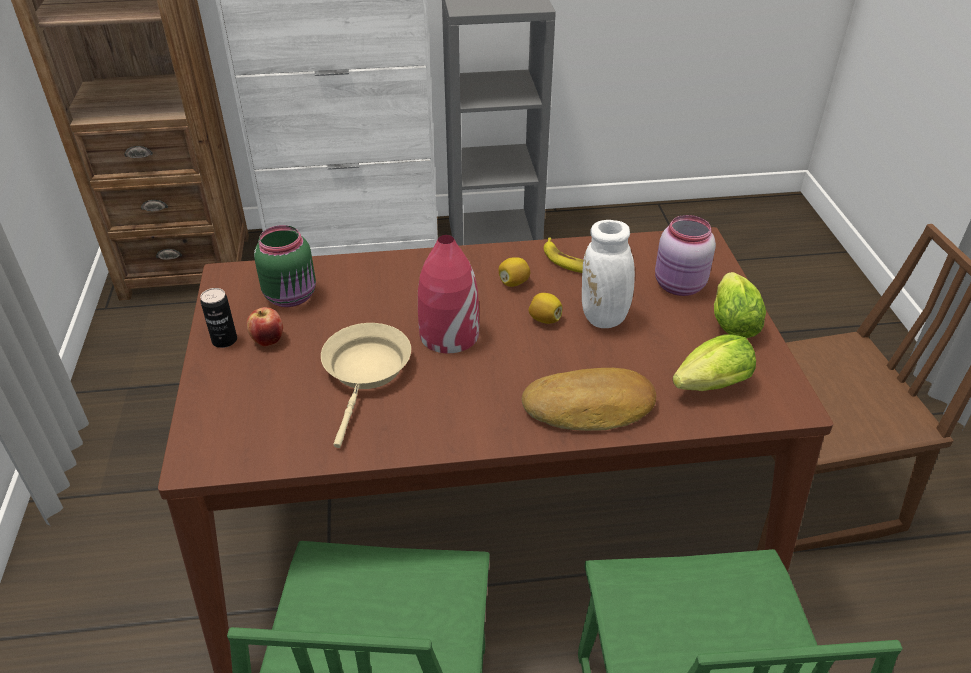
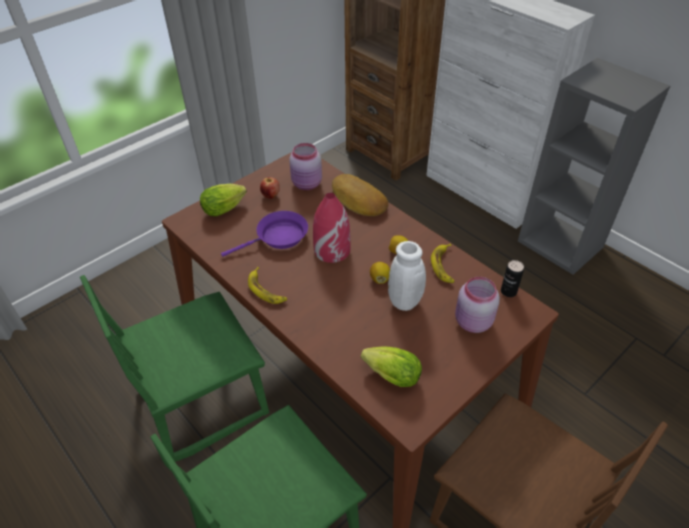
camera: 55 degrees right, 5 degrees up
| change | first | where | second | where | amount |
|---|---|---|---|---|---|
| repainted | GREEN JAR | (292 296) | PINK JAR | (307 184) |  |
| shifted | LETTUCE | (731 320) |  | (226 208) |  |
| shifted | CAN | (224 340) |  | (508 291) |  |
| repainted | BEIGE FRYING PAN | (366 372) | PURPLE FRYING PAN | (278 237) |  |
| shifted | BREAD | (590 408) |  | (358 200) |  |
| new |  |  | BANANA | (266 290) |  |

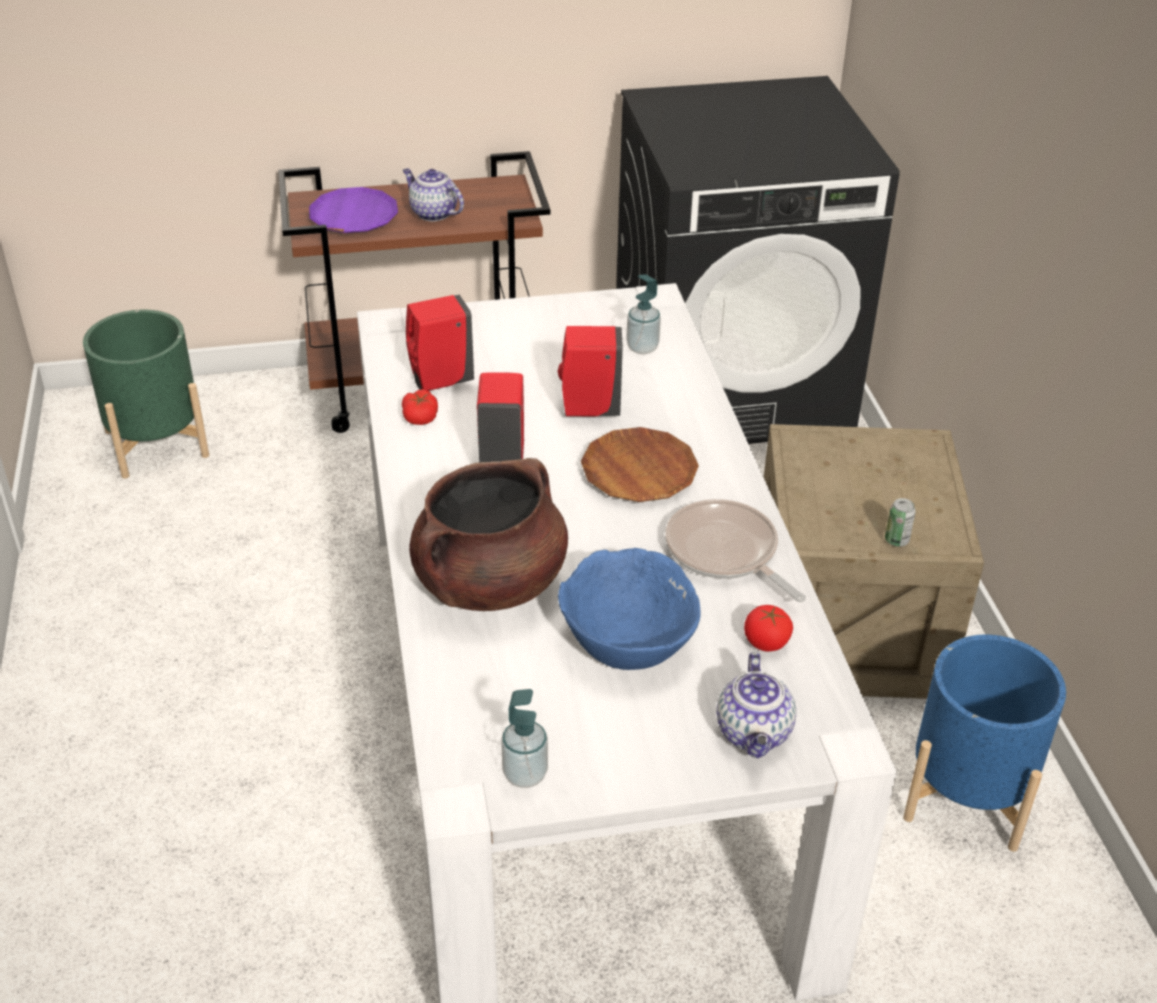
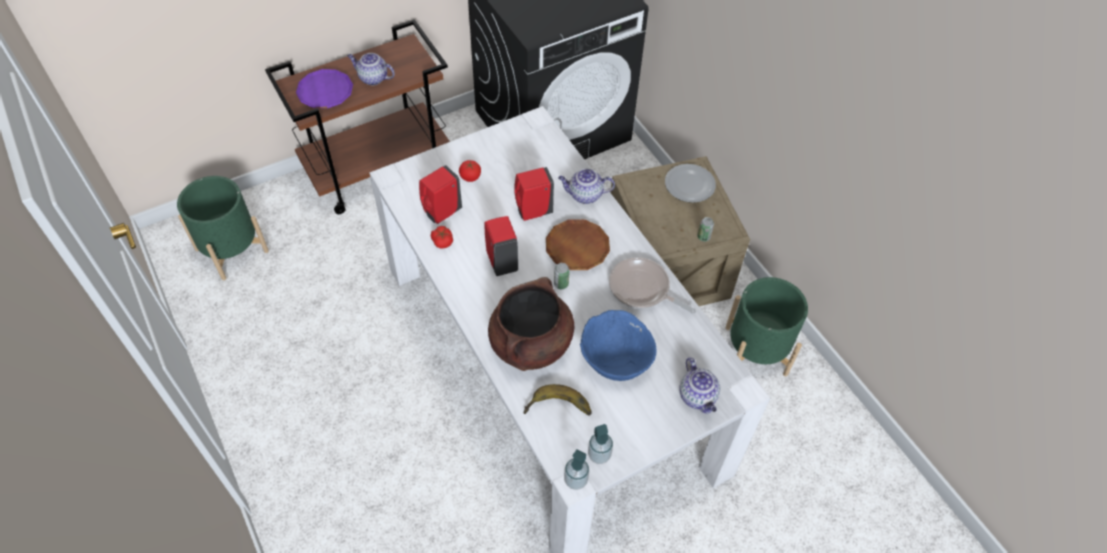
camera: 20 degrees left, 15 degrees up
| change | first | where | second | where | amount |
|---|---|---|---|---|---|
| shifted | SOAP DISPENSER | (642 347) |  | (575 480) |  |
| shifted | TOMATO | (766 642) |  | (470 177) |  |
| repainted | BLUE PLANTER | (967 794) | GREEN PLANTER | (756 350) |  |
| new |  |  | PLATE | (690 185) |  |
| new |  |  | TEAPOT | (584 195) |  |
| new |  |  | CAN | (561 284) |  |
| new |  |  | BANANA | (558 410) |  |

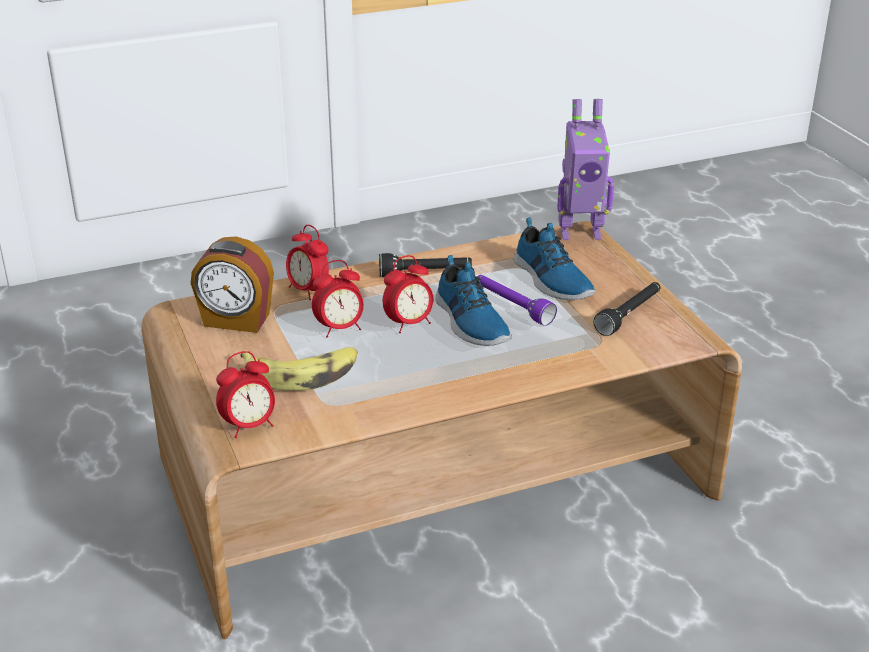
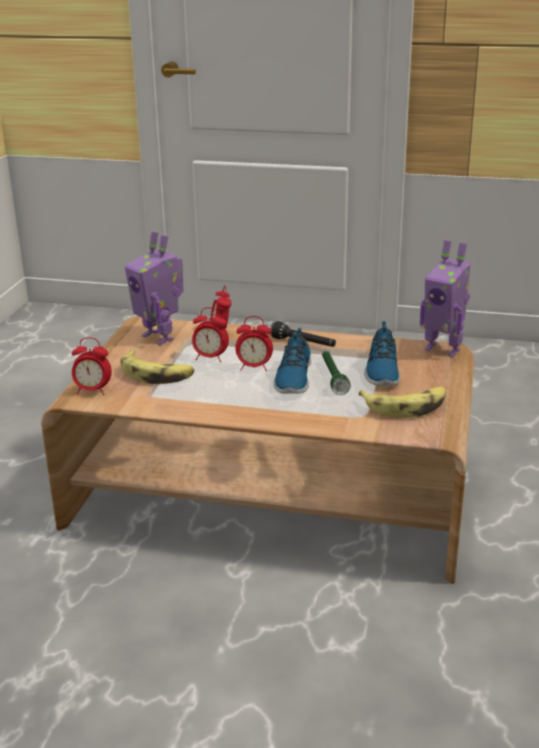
camera: 35 degrees right, 5 degrees down
| change | first | where | second | where | amount |
|---|---|---|---|---|---|
| swapped | ALARM CLOCK | (236 321) | TOY ROBOT | (159 337) |  |
| repainted | PURPLE FLASHLIGHT | (512 306) | GREEN FLASHLIGHT | (333 378) |  |
| swapped | BLACK FLASHLIGHT | (629 315) | BANANA | (406 406) |  |

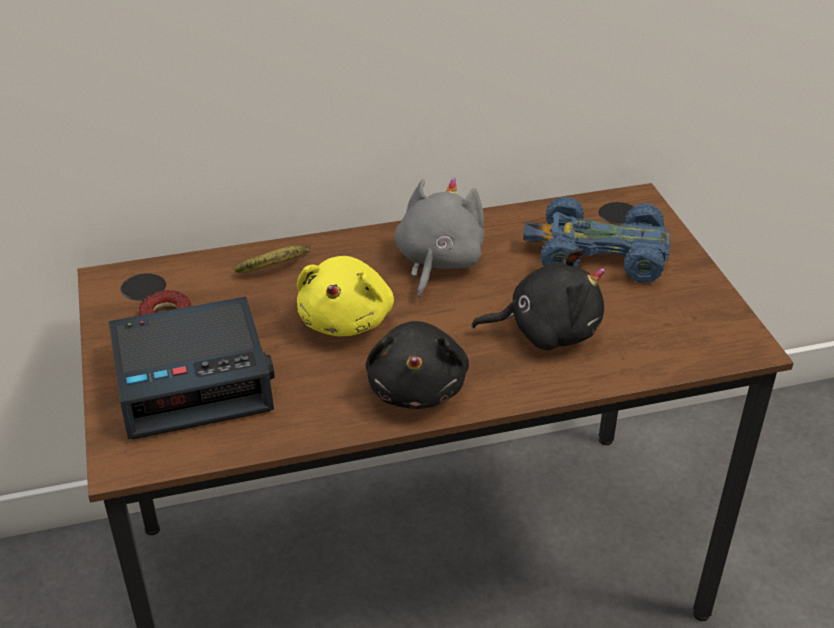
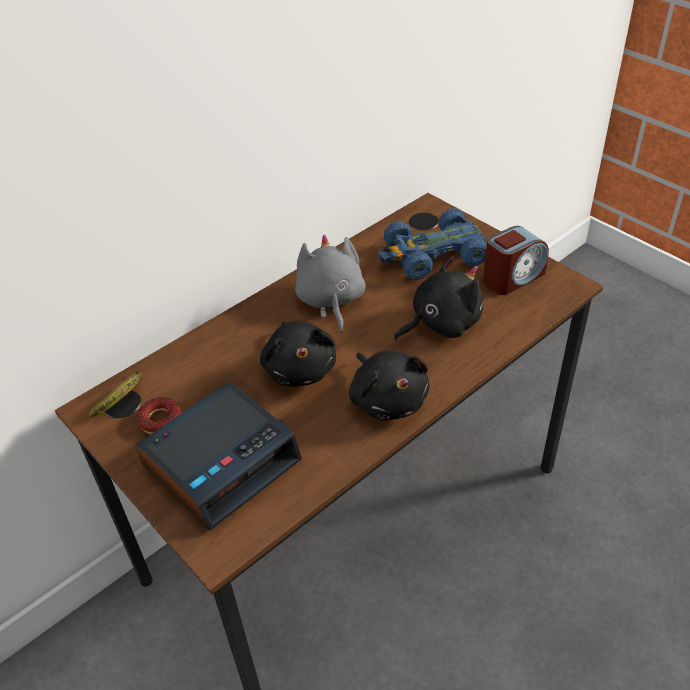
camera: 25 degrees left, 5 degrees up
| change | first | where | second | where | amount |
|---|---|---|---|---|---|
| shifted | BANANA | (277 267) |  | (122 399) |  |
| repainted | YELLOW PLUSH TOY | (347 319) | BLACK PLUSH TOY | (300 368) |  |
| new |  |  | ALARM CLOCK | (512 277) |  |

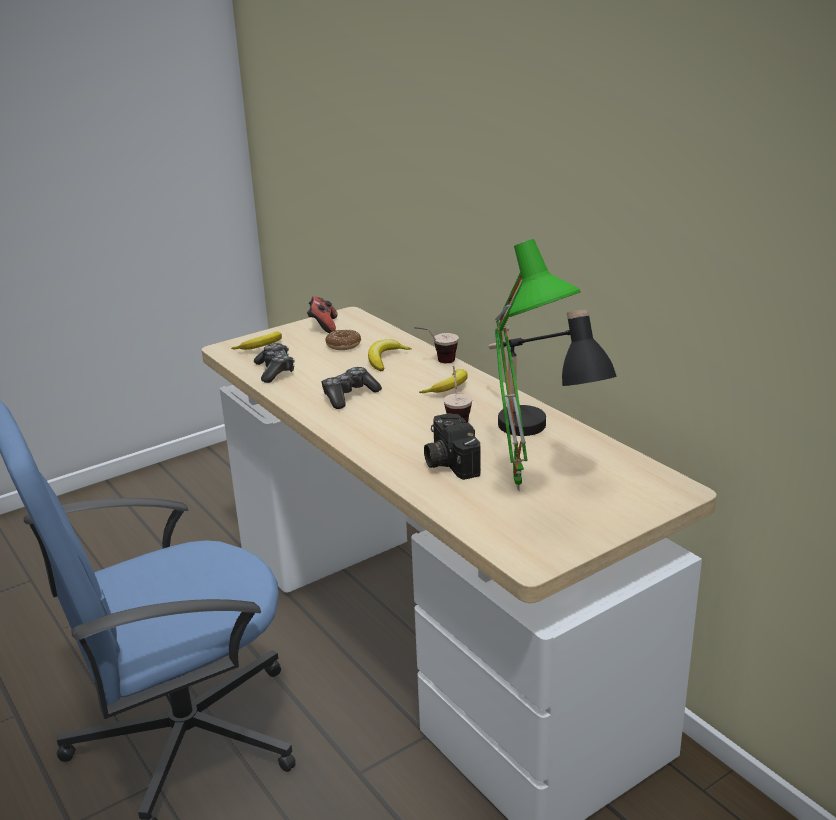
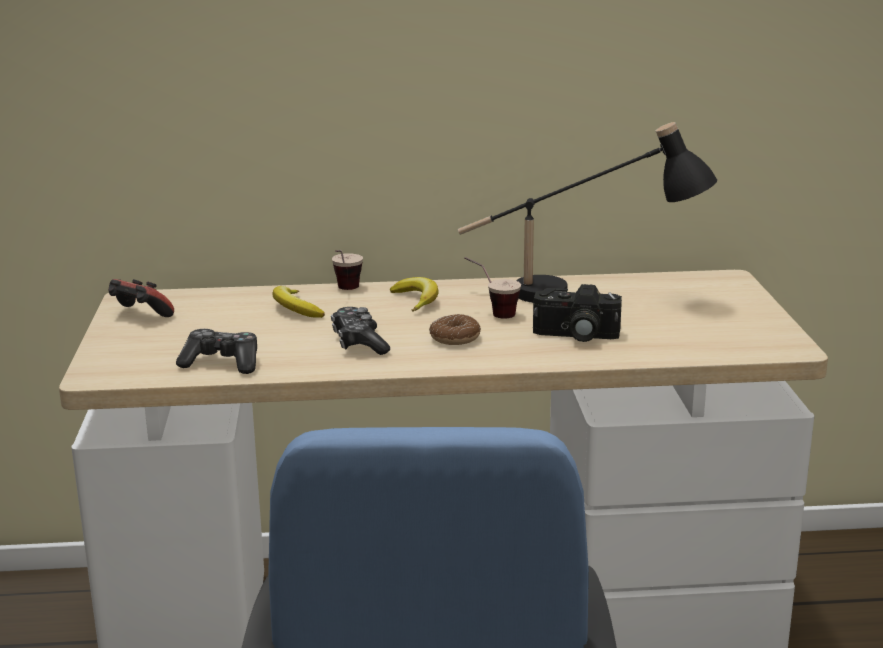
camera: 60 degrees left, 5 degrees down
| change | first | where | second | where | amount |
|---|---|---|---|---|---|
| gone | GREEN TABLE LAMP | (523 488) |  |  |  |
| shifted | DONUT | (343 345) |  | (455 338) |  |
| gone | BANANA | (261 347) |  |  |  |

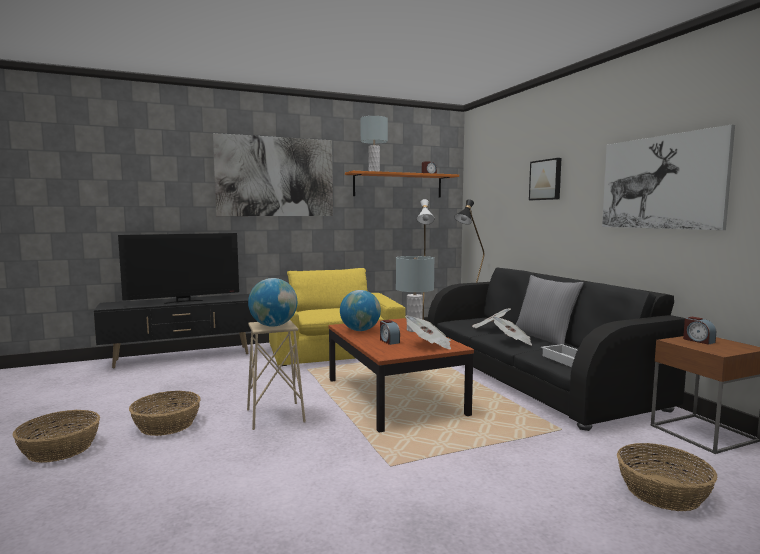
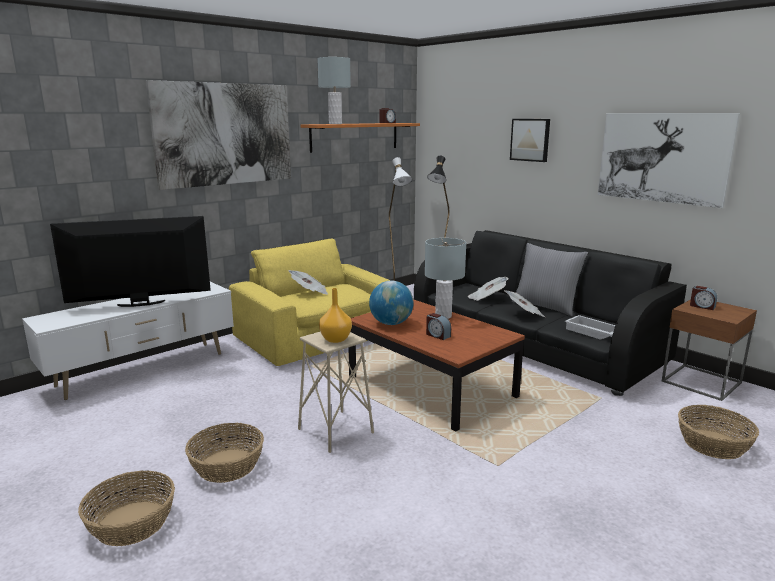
camera: 20 degrees left, 10 degrees up
| change | first | where | second | where | amount |
|---|---|---|---|---|---|
| rotated | TELEVISION | (183 301) |  | (140 304) | 150 degrees counterclockwise |
| swapped | GLOBE | (273 325) | ORANGE VASE | (336 339) |  |
| repainted | BLACK TV STAND | (183 357) | WHITE TV STAND | (144 370) |  |
| shifted | NEWSPAPER | (429 345) |  | (309 292) |  |

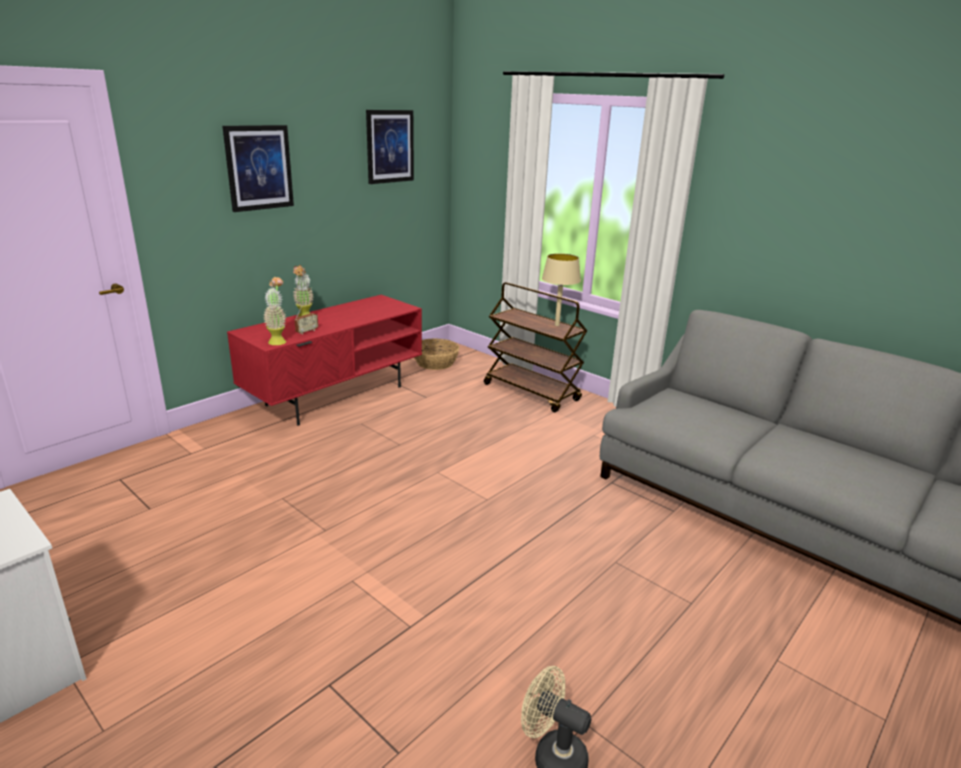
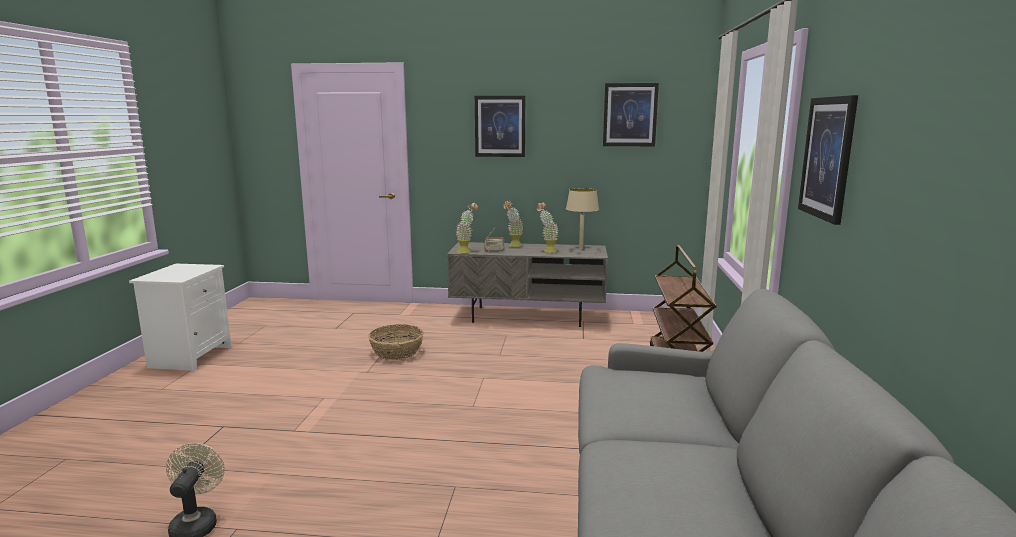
camera: 55 degrees right, 10 degrees down
| change | first | where | second | where | amount |
|---|---|---|---|---|---|
| shifted | BEIGE TABLE LAMP | (556 325) |  | (581 249) |  |
| repainted | RED TV STAND | (335 395) | GREY TV STAND | (528 316) |  |
| shifted | BASKET | (435 363) |  | (397 352) |  |
| new |  |  | PICTURE | (827 158) |  |
| new |  |  | POTTED PLANT | (547 250) |  |

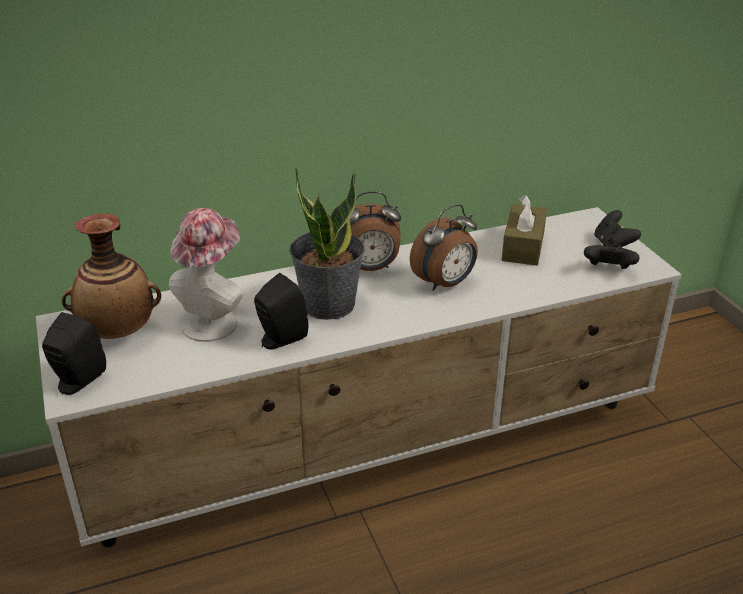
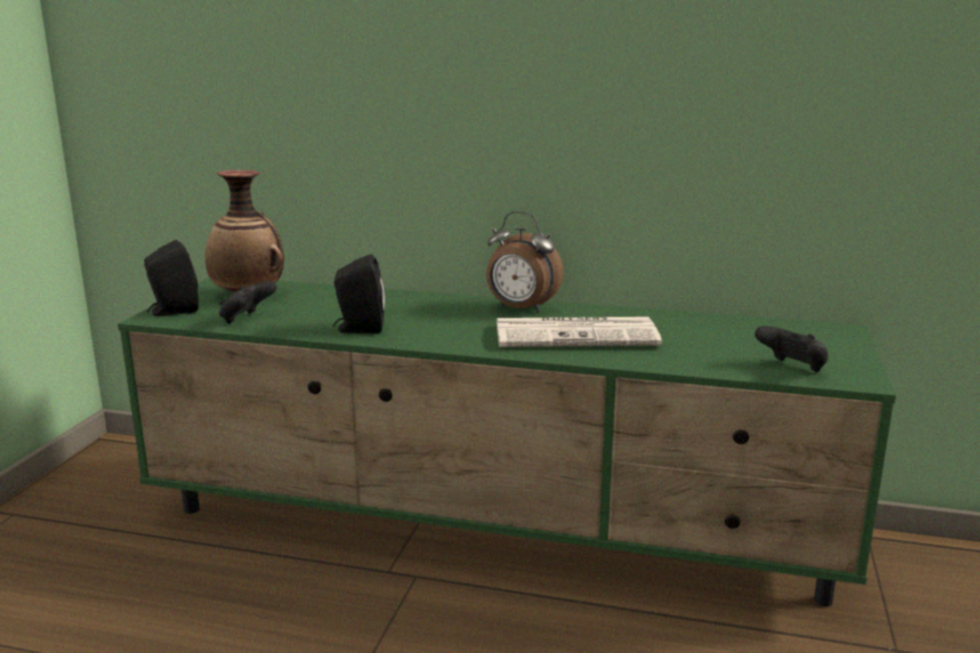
camera: 35 degrees right, 15 degrees down
| change | first | where | second | where | amount |
|---|---|---|---|---|---|
| gone | POTTED PLANT | (328 304) |  |  |  |
| gone | BROWN TISSUE BOX | (523 246) |  |  |  |
| swapped | ALARM CLOCK | (445 284) | NEWSPAPER | (577 334) |  |
| repainted | WHITE TV STAND | (374 445) | GREEN TV STAND | (493 532) |  |
| gone | HAT | (214 320) |  |  |  |
| shifted | BLACK GAME CONTROLLER | (612 245) |  | (246 319) |  |

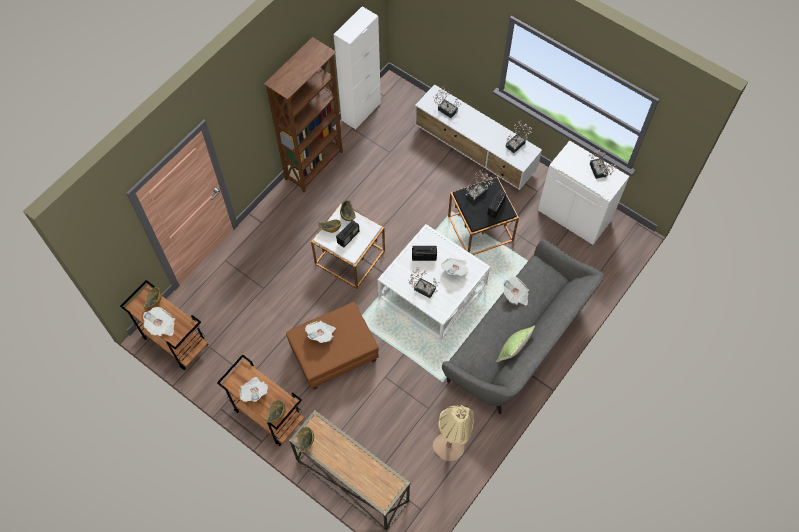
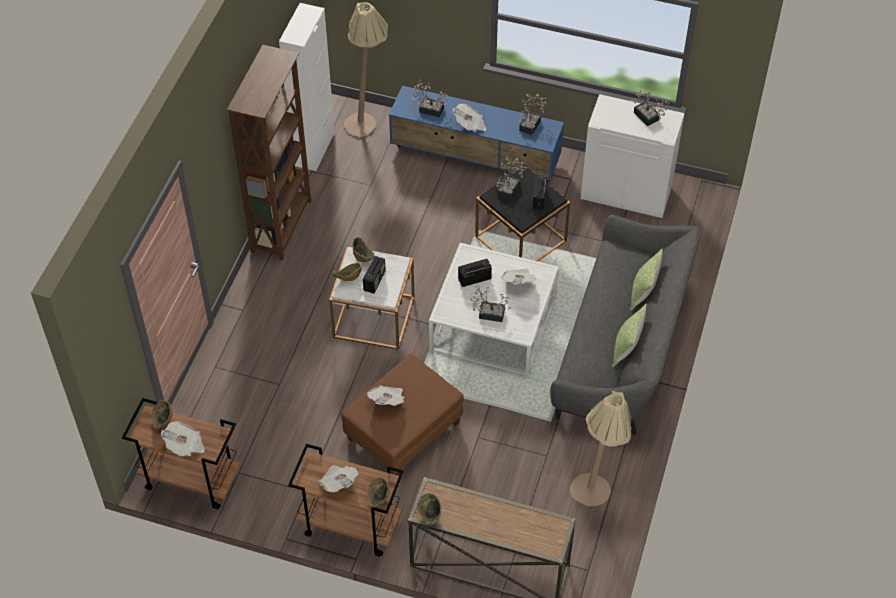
camera: 20 degrees left, 10 degrees down
| change | first | where | second | where | amount |
|---|---|---|---|---|---|
| repainted | WHITE TV STAND | (474 152) | BLUE TV STAND | (476 156) |  |
| shifted | NEWSPAPER | (515 295) |  | (470 125) |  |
| new |  |  | BEIGE FLOOR LAMP | (368 123) |  |
| new |  |  | PILLOW | (643 293) |  |

